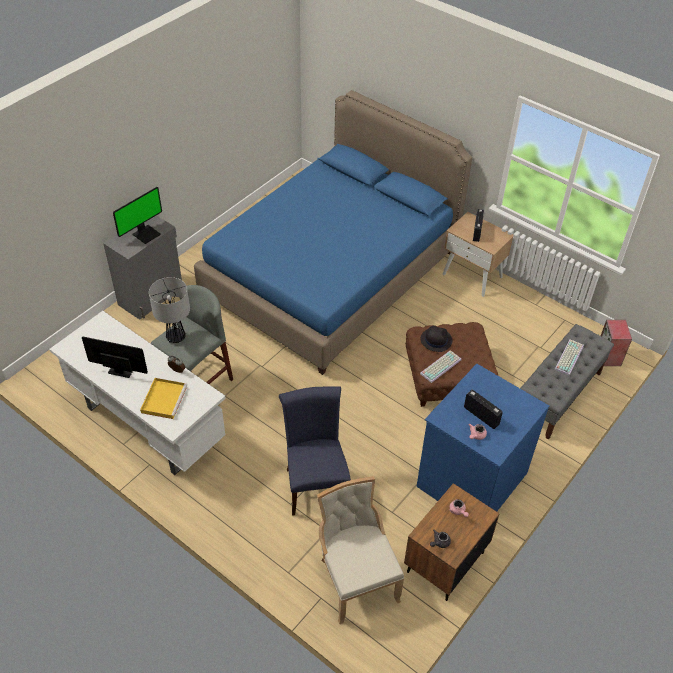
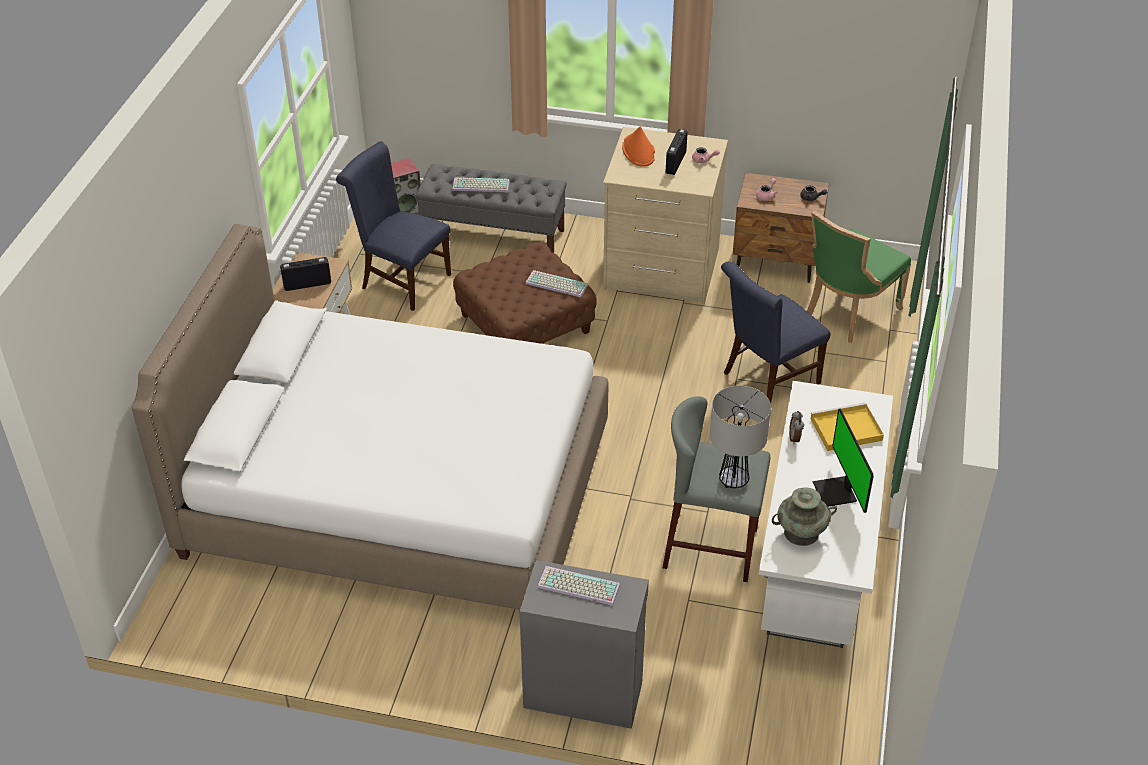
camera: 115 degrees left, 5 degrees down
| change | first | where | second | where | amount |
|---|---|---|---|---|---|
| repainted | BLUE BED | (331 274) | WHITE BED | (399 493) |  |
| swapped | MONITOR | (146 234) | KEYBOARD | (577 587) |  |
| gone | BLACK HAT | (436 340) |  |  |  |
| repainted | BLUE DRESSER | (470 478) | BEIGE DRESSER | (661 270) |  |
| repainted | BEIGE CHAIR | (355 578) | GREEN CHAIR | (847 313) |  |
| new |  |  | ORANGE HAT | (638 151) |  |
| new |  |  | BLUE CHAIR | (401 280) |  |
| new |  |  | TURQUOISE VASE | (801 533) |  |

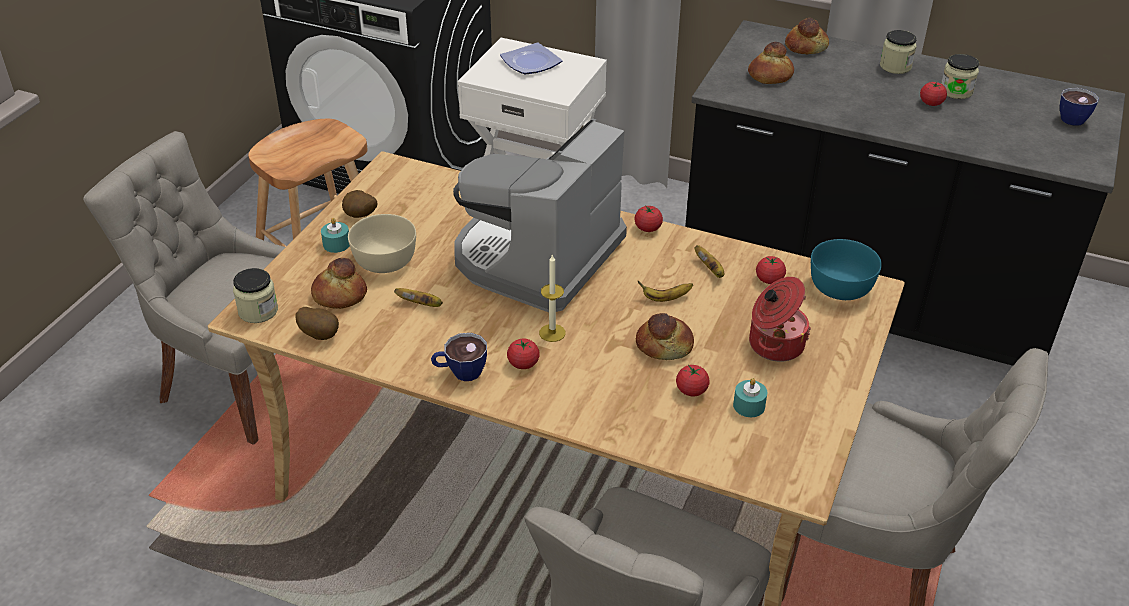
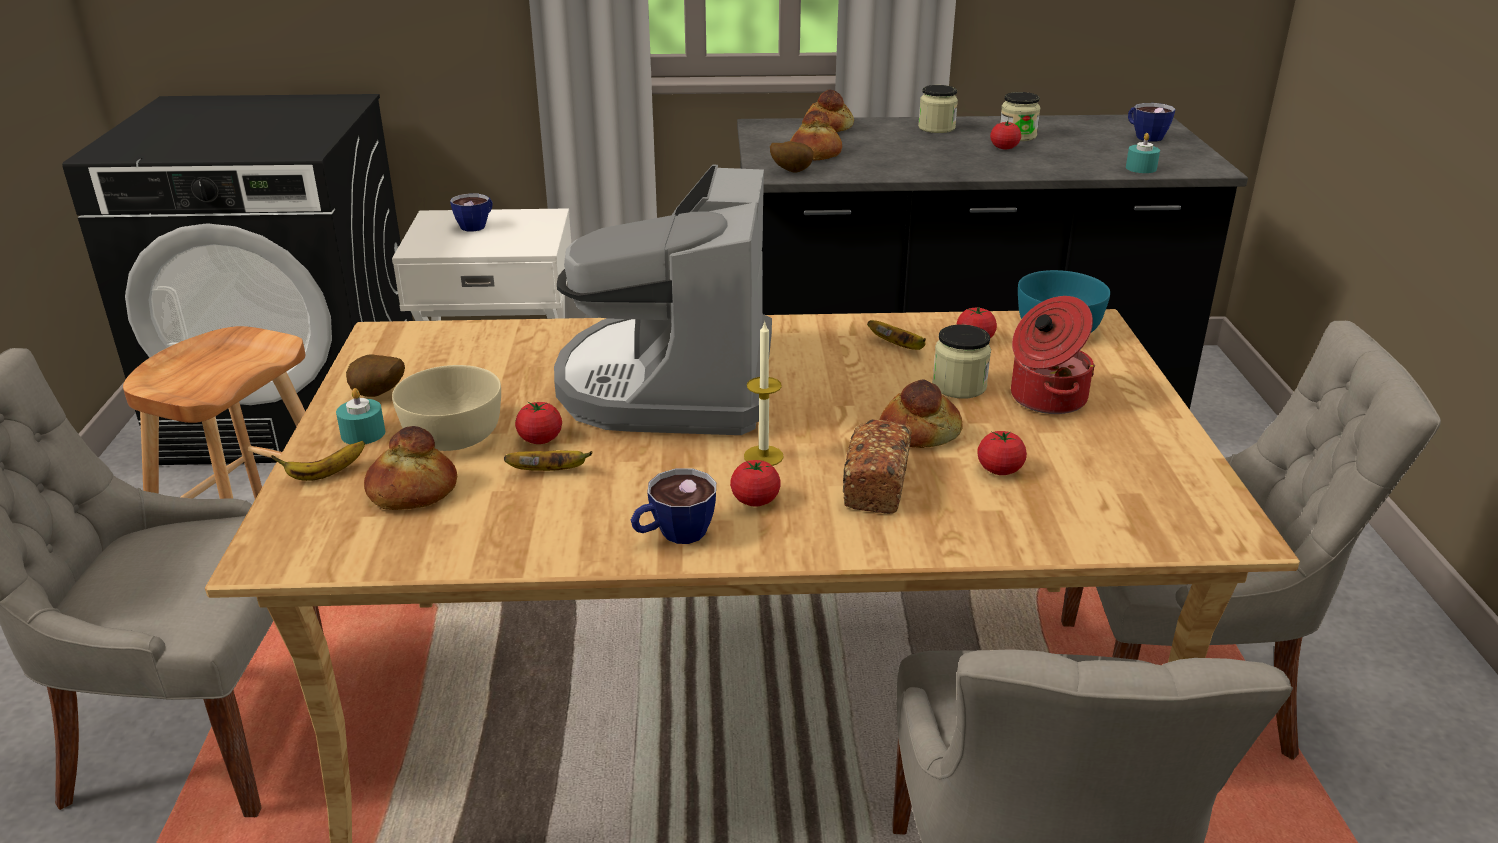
camera: 25 degrees left, 10 degrees down
| change | first | where | second | where | amount |
|---|---|---|---|---|---|
| swapped | PLATE | (531 62) | CUP | (477 225) |  |
| shifted | TOMATO | (648 228) |  | (540 439) |  |
| shifted | JAR | (258 311) |  | (959 386) |  |
| shifted | BANANA | (665 298) |  | (326 474) |  |
| shifted | POTATO | (320 334) |  | (791 171) |  |
| shifted | TURQUOISE CANDLE | (749 406) |  | (1141 168) |  |
| new |  |  | BREAD | (875 485) |  |

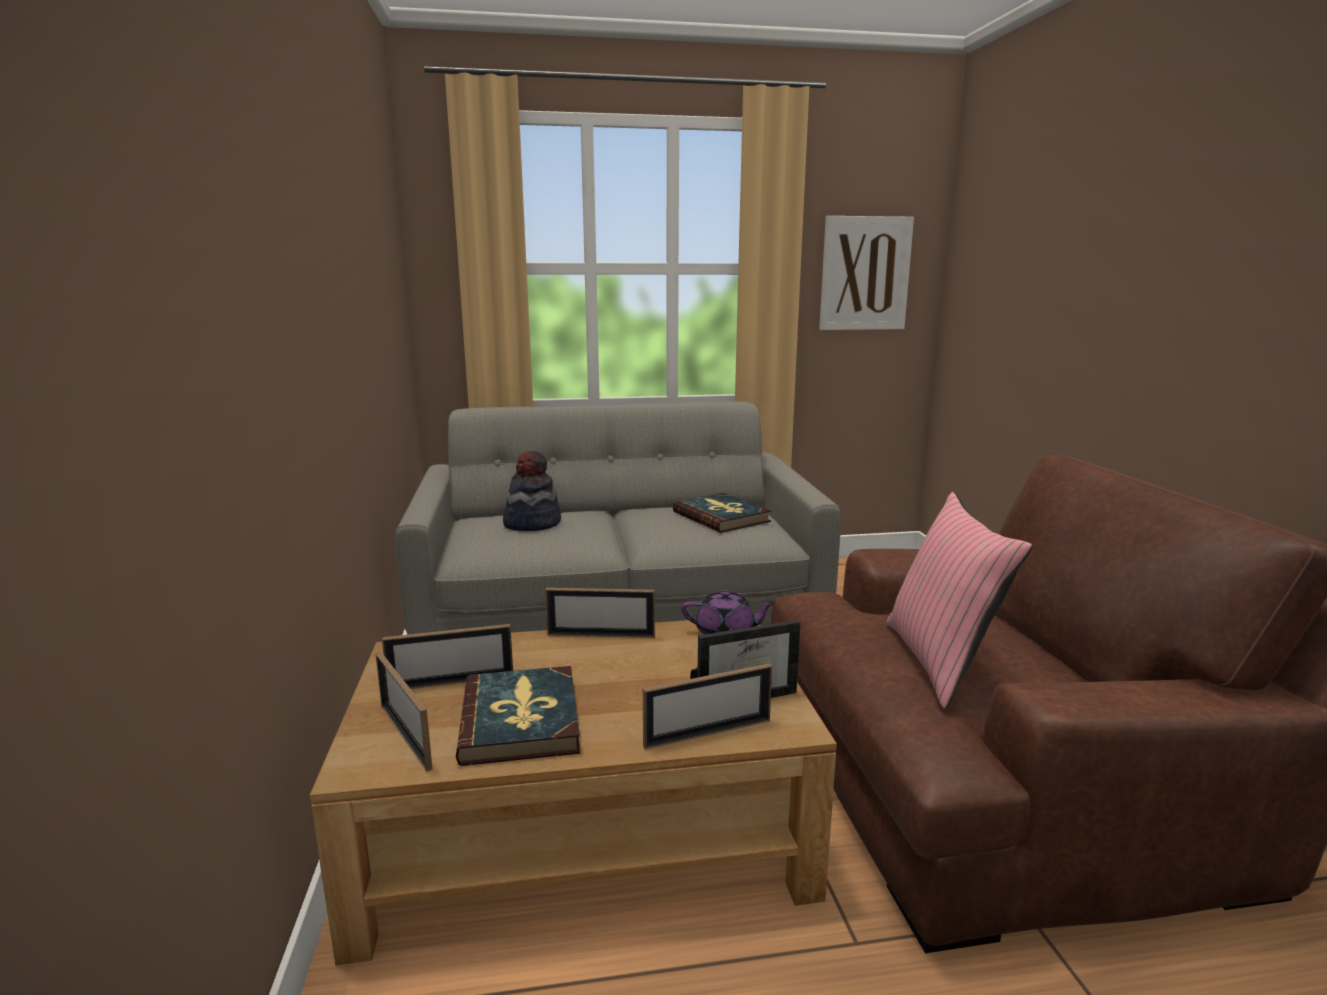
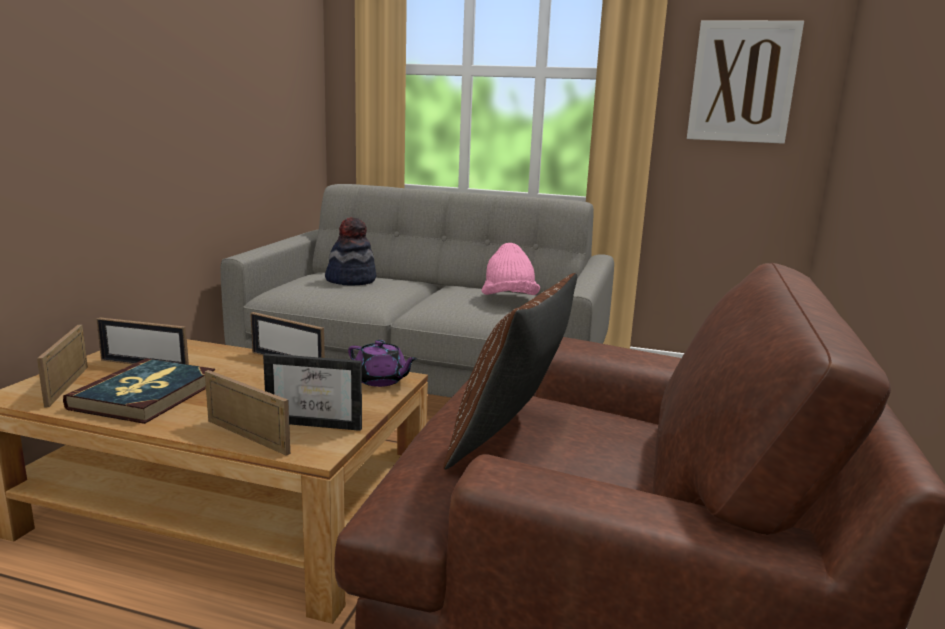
camera: 25 degrees right, 0 degrees up
| change | first | where | second | where | amount |
|---|---|---|---|---|---|
| repainted | PINK PILLOW | (941 662) | BROWN PILLOW | (510 438) |  |
| swapped | BOOK | (721 517) | PINK HAT | (509 300) |  |
| rotated | PICTURE FRAME | (708 733) |  | (247 436) | 150 degrees counterclockwise |

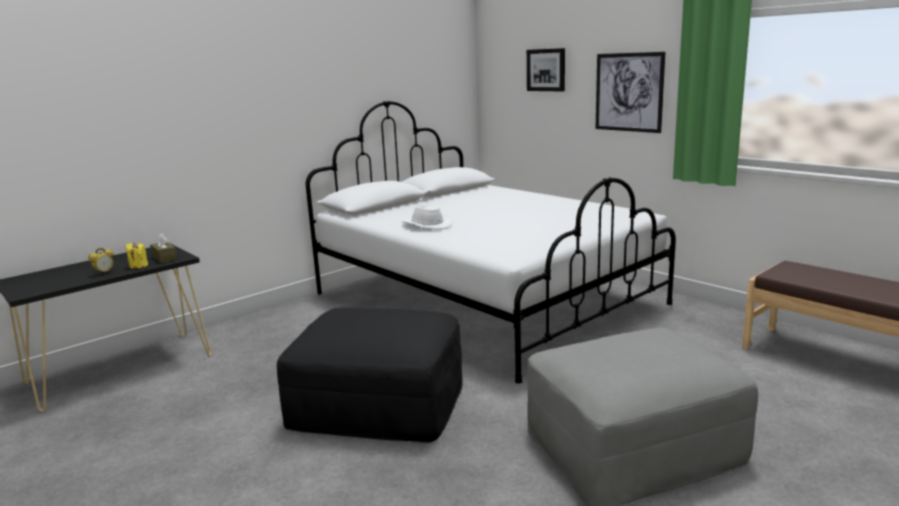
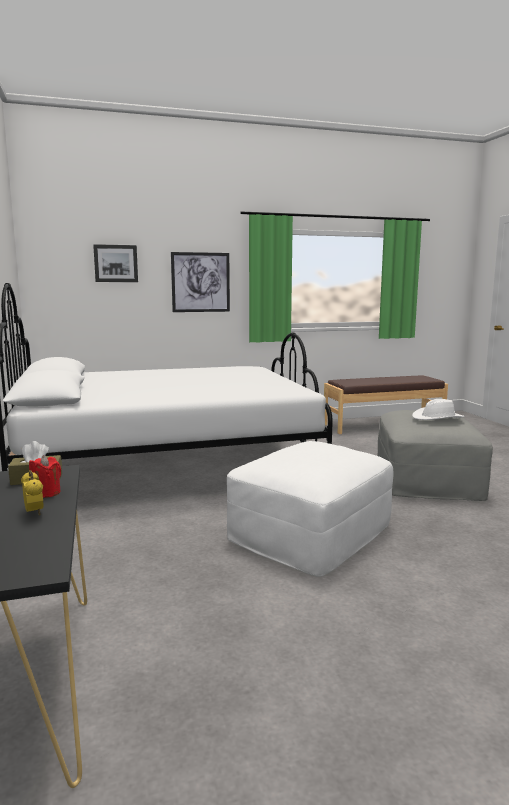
camera: 65 degrees left, 5 degrees down
| change | first | where | second | where | amount |
|---|---|---|---|---|---|
| shifted | WHITE HAT | (426 225) |  | (438 418) |  |
| repainted | YELLOW CANDLE | (138 266) | RED CANDLE | (46 493) |  |
| repainted | BLACK OTTOMAN | (378 402) | WHITE OTTOMAN | (310 531) |  |

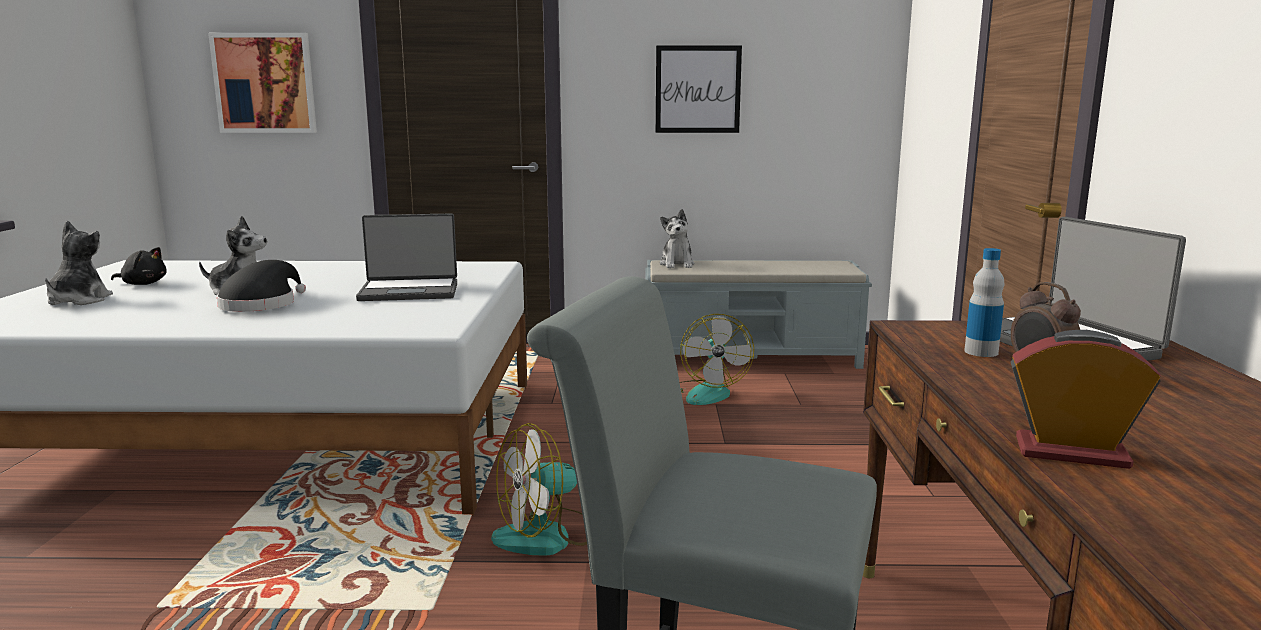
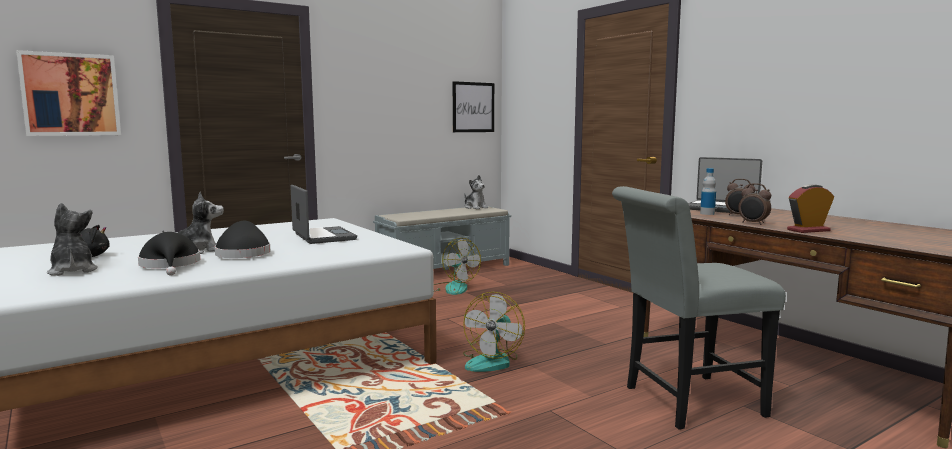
camera: 35 degrees left, 5 degrees down
| change | first | where | second | where | amount |
|---|---|---|---|---|---|
| shifted | PICTURE | (698 89) |  | (473 107) |  |
| shifted | PLUSH TOY | (677 264) |  | (475 207) |  |
| rotated | LAPTOP | (409 291) |  | (322 237) | 75 degrees counterclockwise |
| new |  |  | ALARM CLOCK | (753 223) |  |
| new |  |  | BLACK HAT | (170 265) |  |

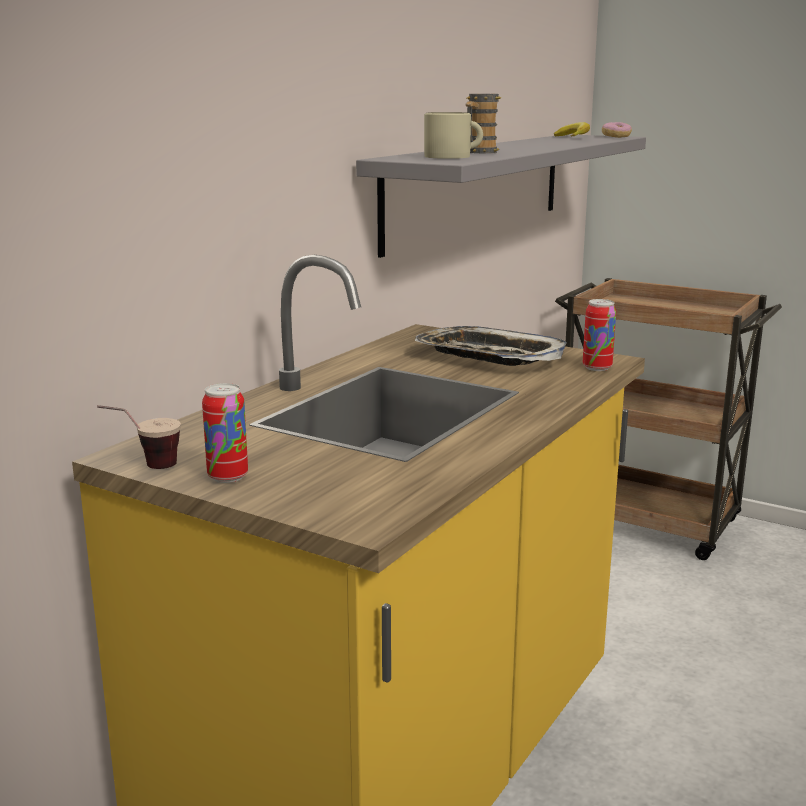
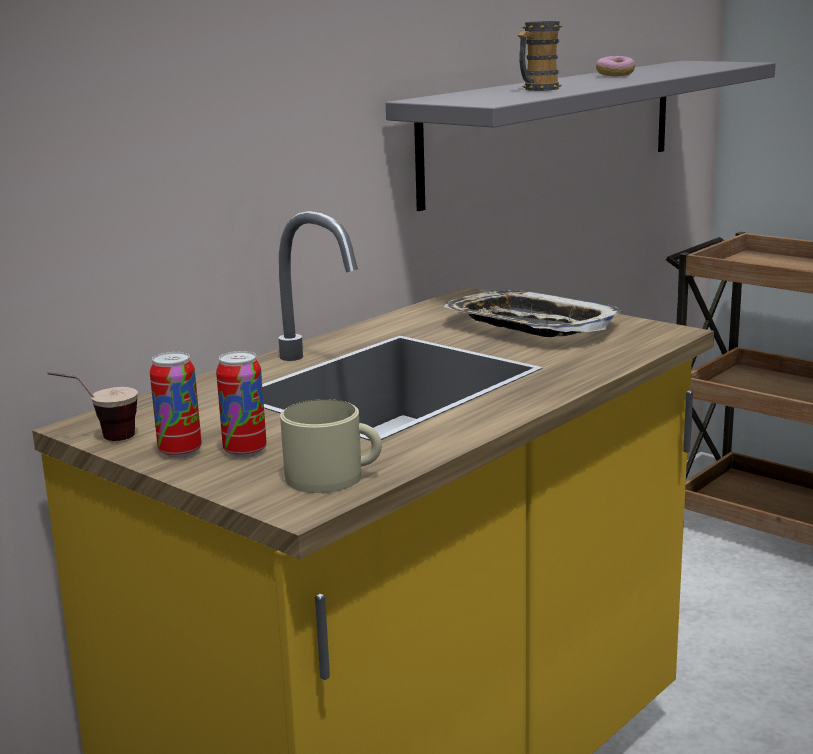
camera: 10 degrees right, 0 degrees up
| change | first | where | second | where | amount |
|---|---|---|---|---|---|
| shifted | BEIGE MUG | (453 156) |  | (334 477) |  |
| gone | BANANA | (573 137) |  |  |  |
| shifted | DONUT | (616 137) |  | (615 75) |  |
| shifted | CAN | (597 368) |  | (245 451) |  |

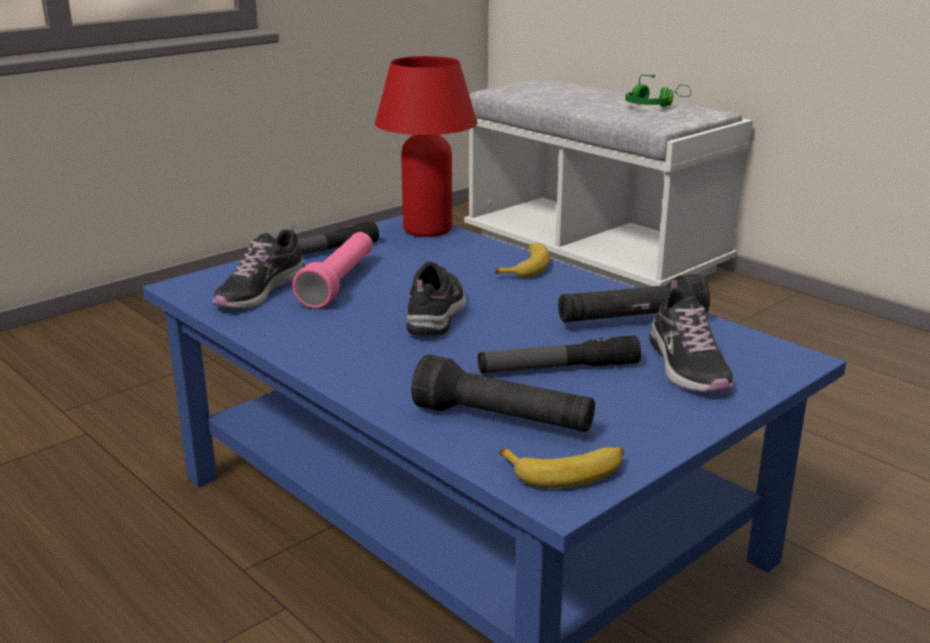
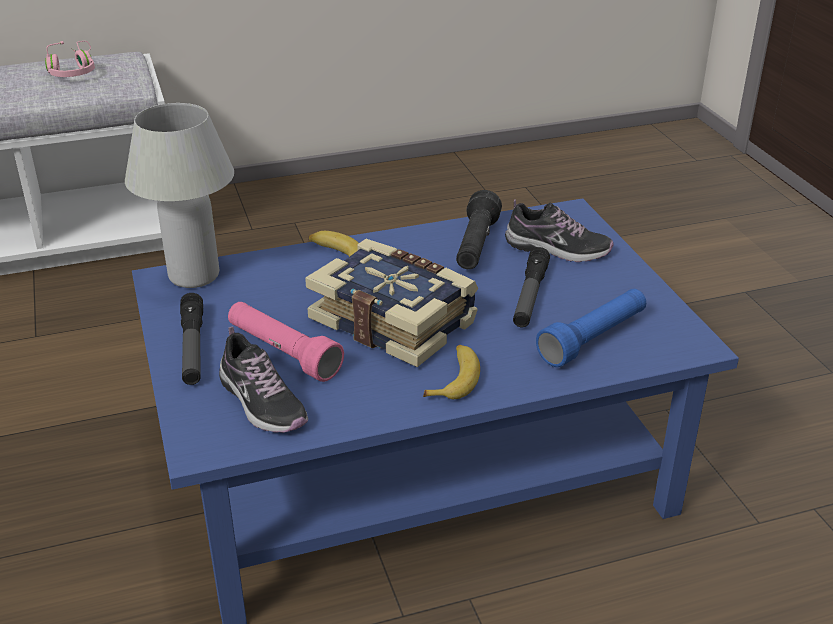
camera: 65 degrees left, 10 degrees up
| change | first | where | second | where | amount |
|---|---|---|---|---|---|
| repainted | RED TABLE LAMP | (427 229) | WHITE TABLE LAMP | (194 276) |  |
| repainted | GREEN HEADPHONES | (654 105) | PINK HEADPHONES | (73 71) |  |
| swapped | SHOE | (436 314) | BOOK | (394 320) |  |
| repainted | BLACK FLASHLIGHT | (503 420) | BLUE FLASHLIGHT | (593 339) |  |
| shifted | BANANA | (566 472) |  | (454 378) |  |

